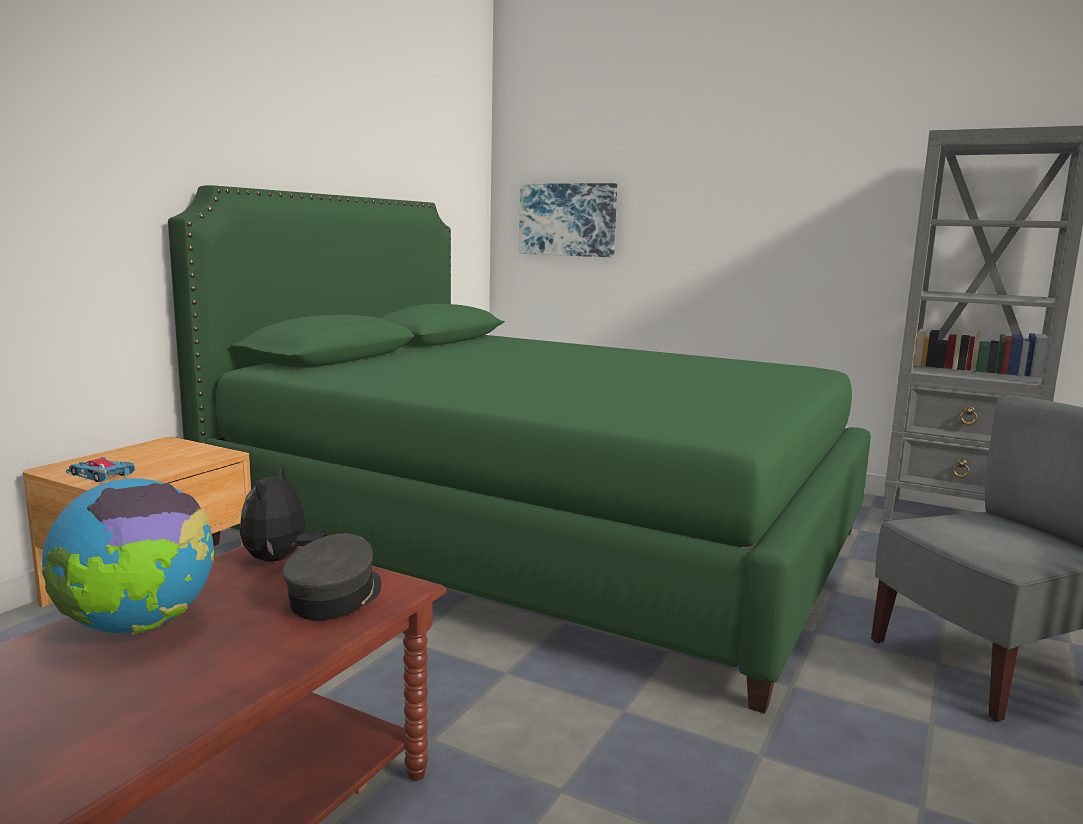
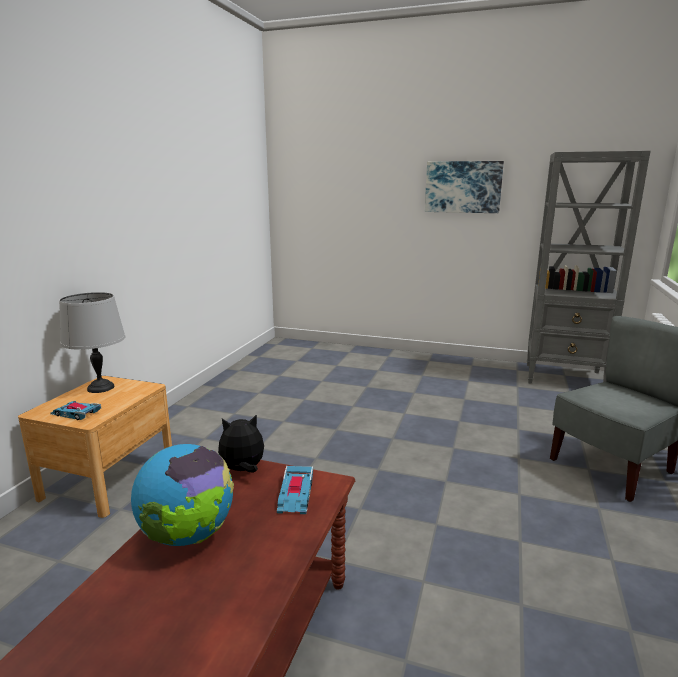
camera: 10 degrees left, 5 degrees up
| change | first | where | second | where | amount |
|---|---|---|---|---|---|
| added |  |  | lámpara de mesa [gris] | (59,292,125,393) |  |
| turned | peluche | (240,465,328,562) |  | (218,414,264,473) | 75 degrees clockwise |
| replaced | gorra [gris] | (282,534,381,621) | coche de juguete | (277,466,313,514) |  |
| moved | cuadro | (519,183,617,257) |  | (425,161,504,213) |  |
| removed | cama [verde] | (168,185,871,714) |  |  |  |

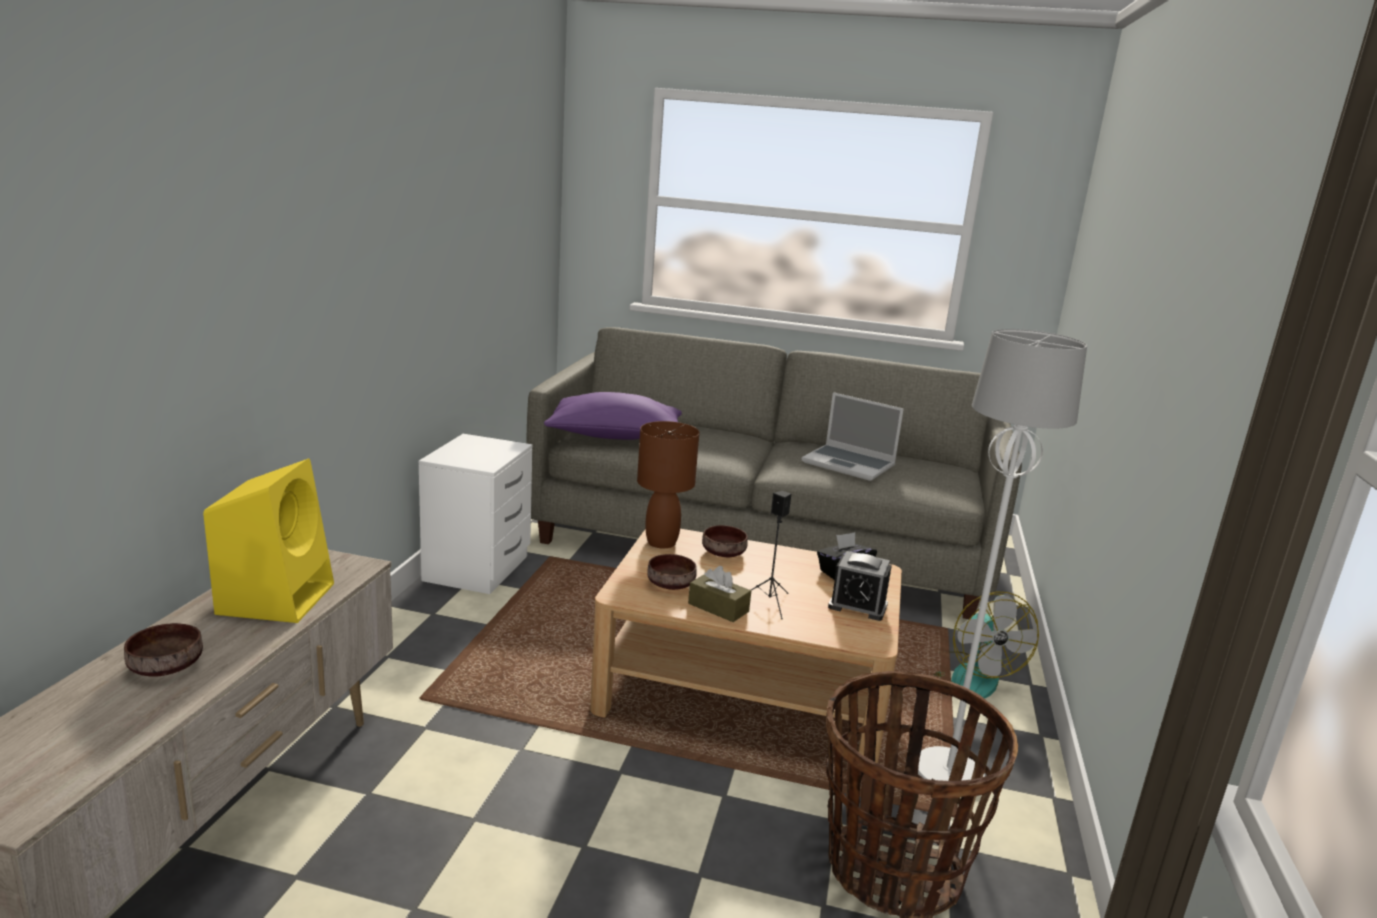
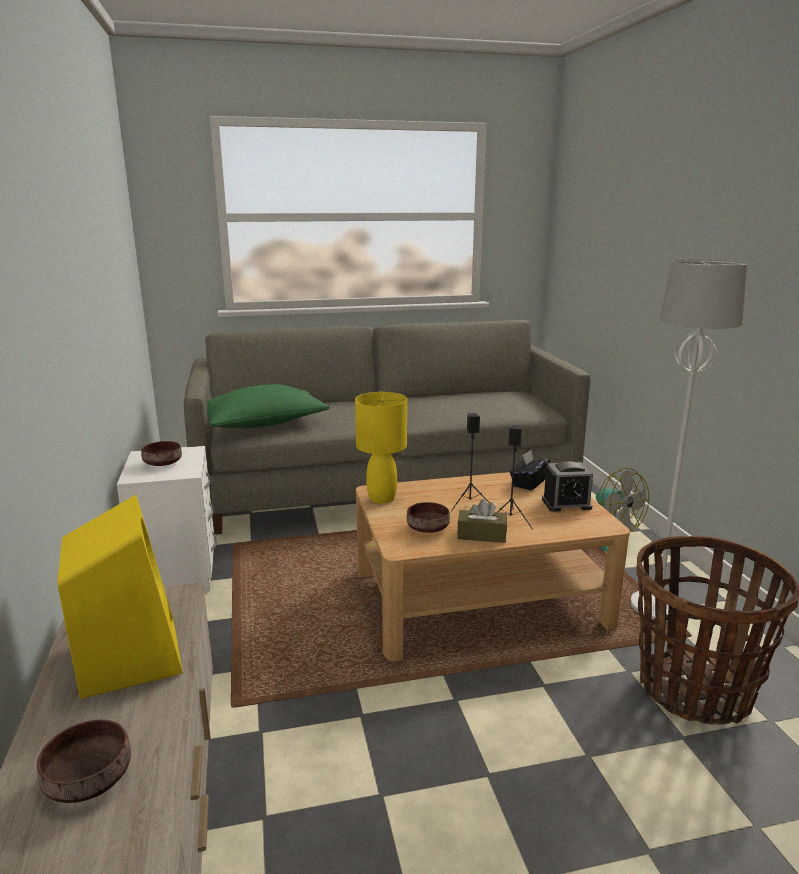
camera: 25 degrees left, 0 degrees up
| change | first | where | second | where | amount |
|---|---|---|---|---|---|
| moved | cuenco [marrón] | (702,525,748,557) |  | (141,441,182,466) |  |
| recoloured | cojín [morado] | (544,392,682,440) | cojín [verde] | (207,384,330,428) |  |
| recoloured | lámpara de mesa [marrón] | (637,421,699,549) | lámpara de mesa [amarillo] | (355,392,407,504) |  |
| added |  |  | altavoz [negro] | (451,413,490,511) |  |
| removed | portátil | (801,392,904,481) |  |  |  |

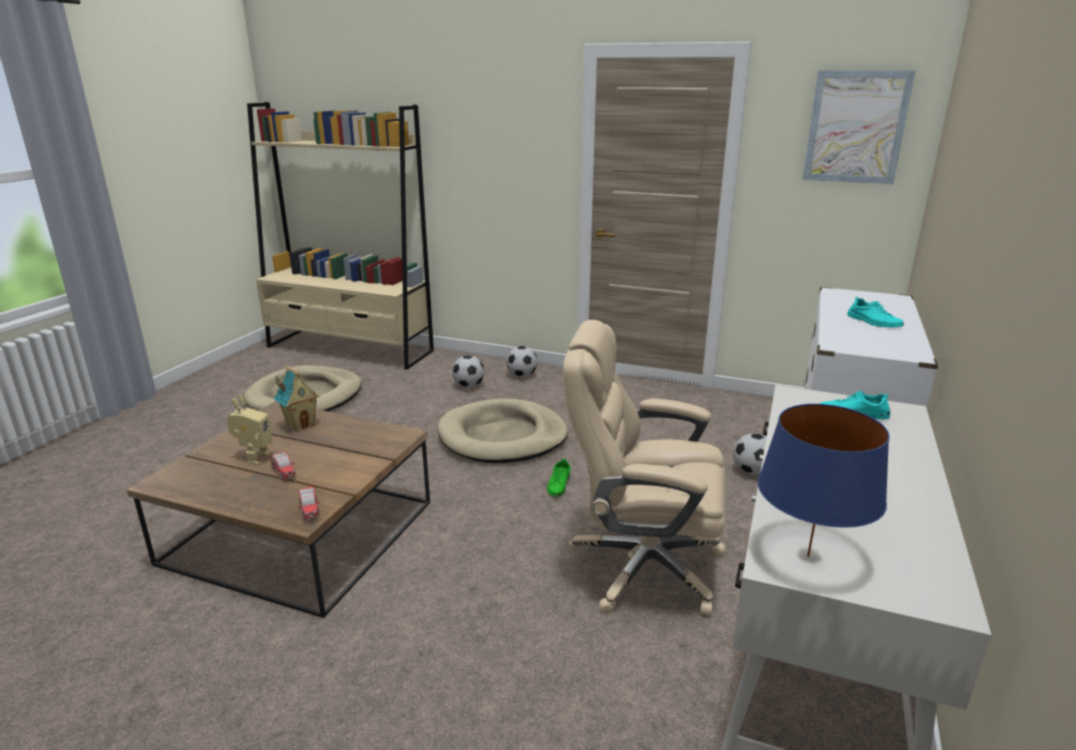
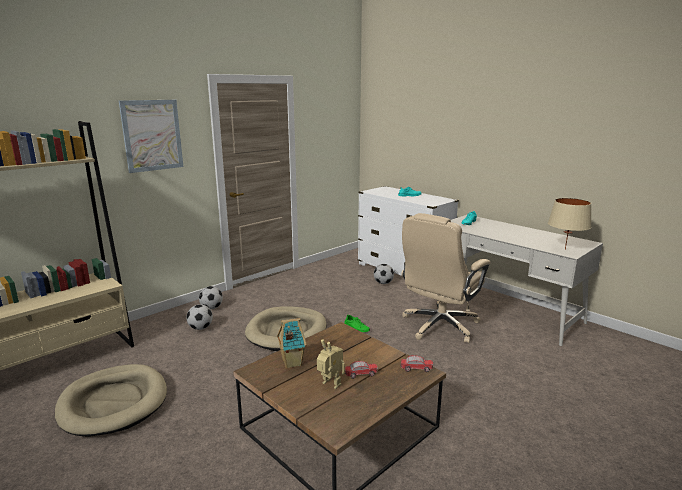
camera: 65 degrees left, 5 degrees down
| change | first | where | second | where | amount |
|---|---|---|---|---|---|
| moved | cuadro | (802,70,916,184) |  | (119,100,183,173) |  |
| recoloured | lámpara de mesa [azul] | (758,404,890,557) | lámpara de mesa [beis] | (548,198,591,250) |  |

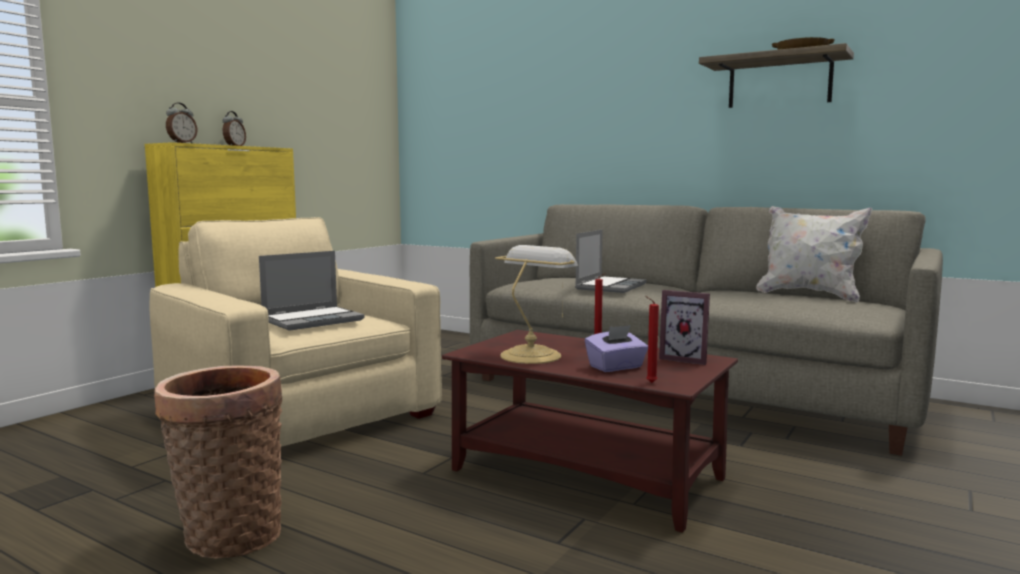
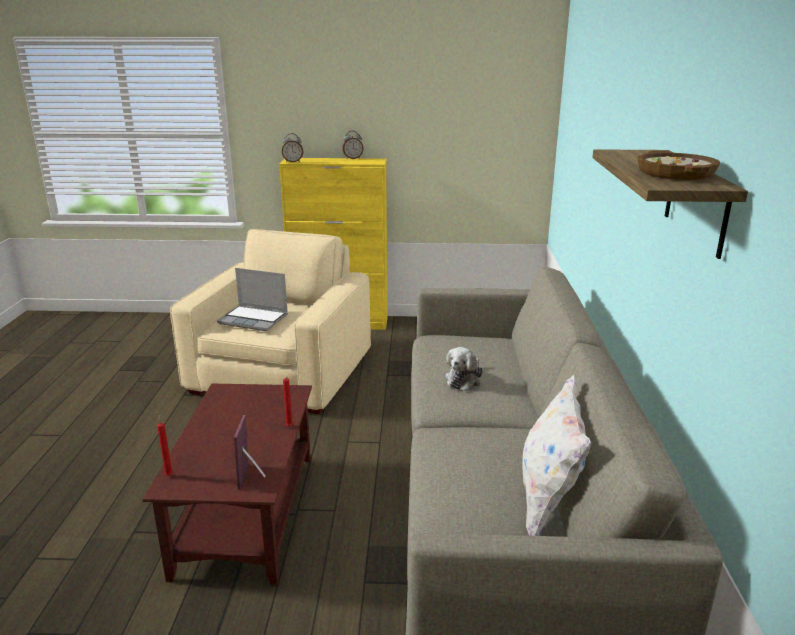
camera: 60 degrees right, 15 degrees up
| change | first | where | second | where | amount |
|---|---|---|---|---|---|
| replaced | portátil | (575,229,647,293) | peluche | (446,347,483,391) |  |
| removed | cesta | (154,366,282,559) |  |  |  |
| removed | lámpara de mesa | (495,245,578,364) |  |  |  |
| removed | caja de pañuelos [morado] | (585,325,648,372) |  |  |  |

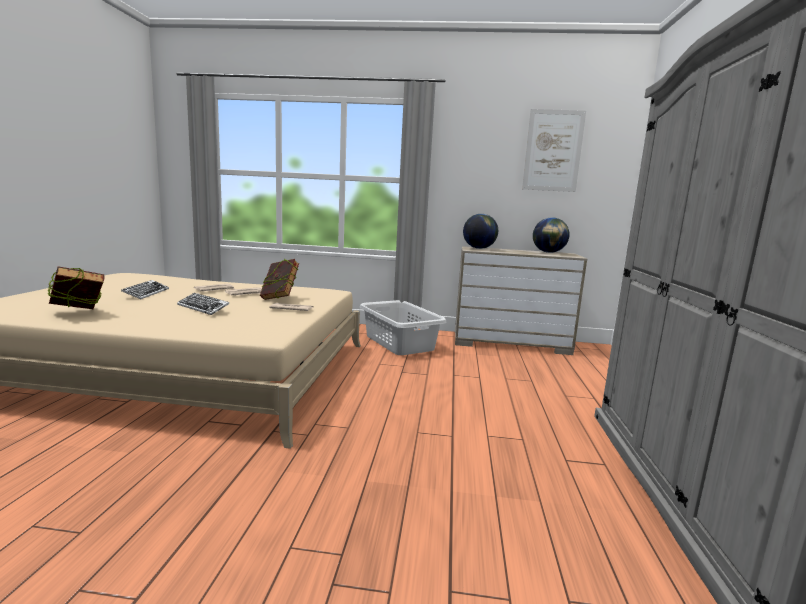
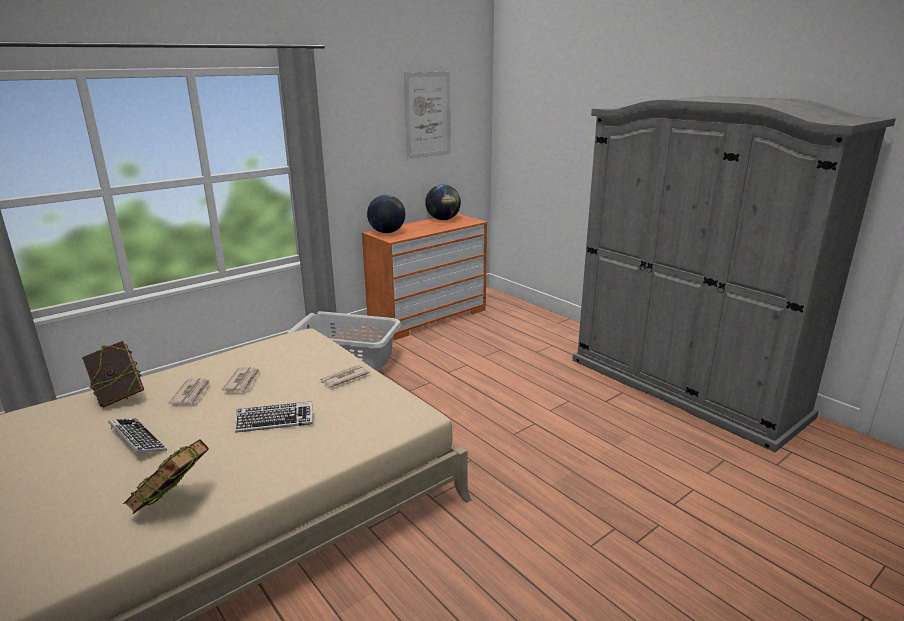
camera: 45 degrees left, 10 degrees up
| change | first | where | second | where | amount |
|---|---|---|---|---|---|
| moved | libro | (260,259,299,300) |  | (82,341,144,407) |  |
| recoloured | cómoda [beis] | (455,246,587,355) | cómoda [naranja] | (362,214,487,340) |  |

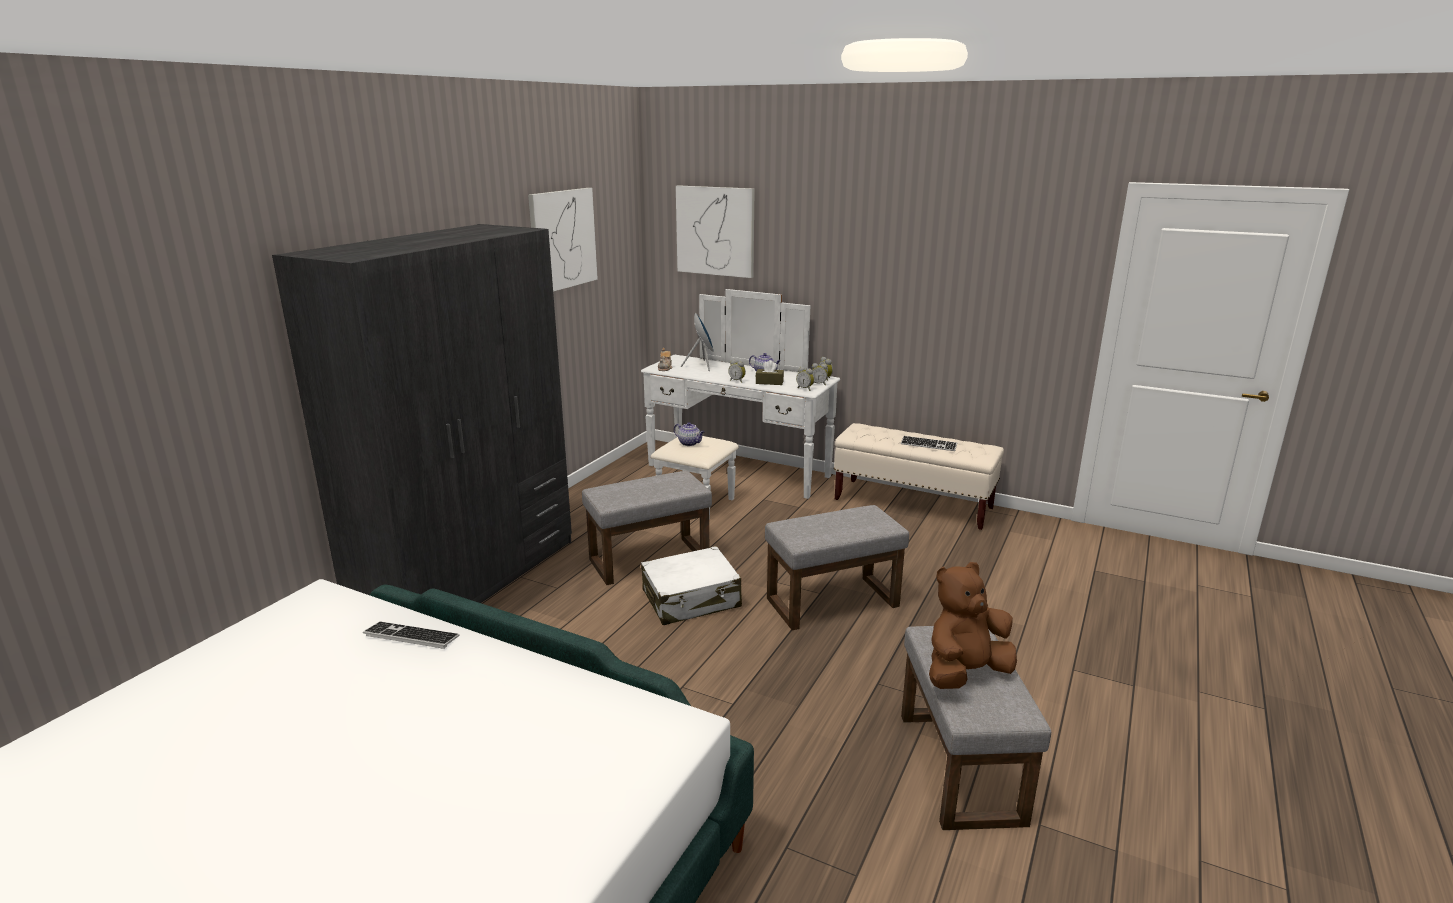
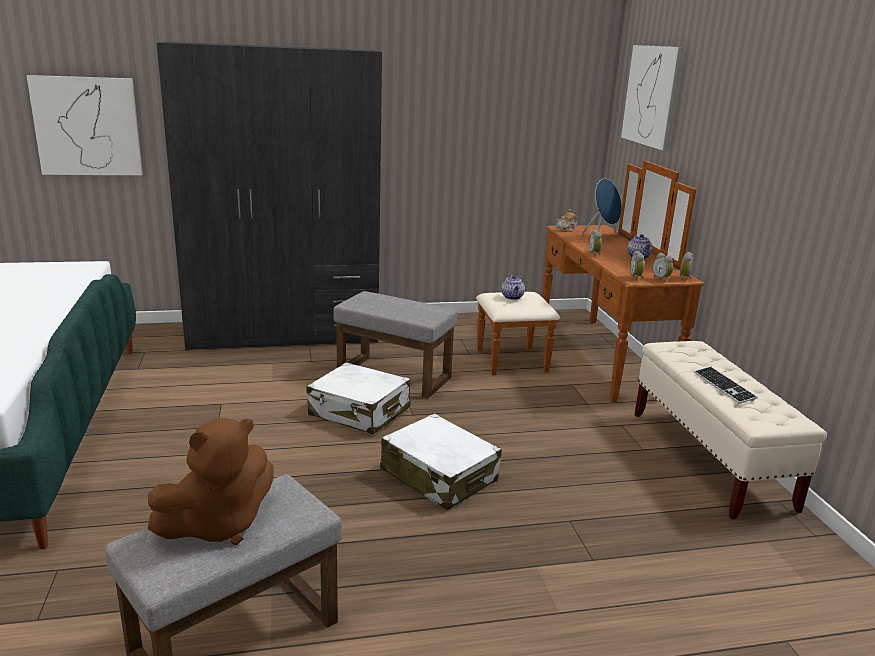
camera: 50 degrees right, 0 degrees up
| change | first | where | second | where | amount |
|---|---|---|---|---|---|
| moved | cuadro | (528,188,598,292) |  | (26,75,143,175) |  |
| turned | peluche [marrón] | (929,562,1017,689) |  | (147,418,274,545) | 120 degrees clockwise |
| replaced | puf [gris] | (765,505,909,630) | maleta [blanco] | (380,413,502,510) |  |
| recoloured | cómoda [blanco] | (641,289,840,520) | cómoda [marrón] | (476,161,704,403) |  |
| removed | teclado | (363,621,460,649) |  |  |  |
| removed | caja de pañuelos [marrón] | (756,360,784,385) |  |  |  |

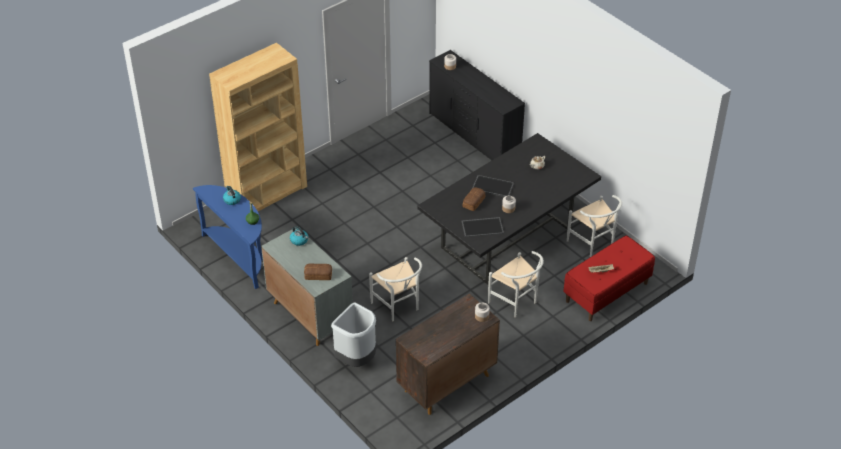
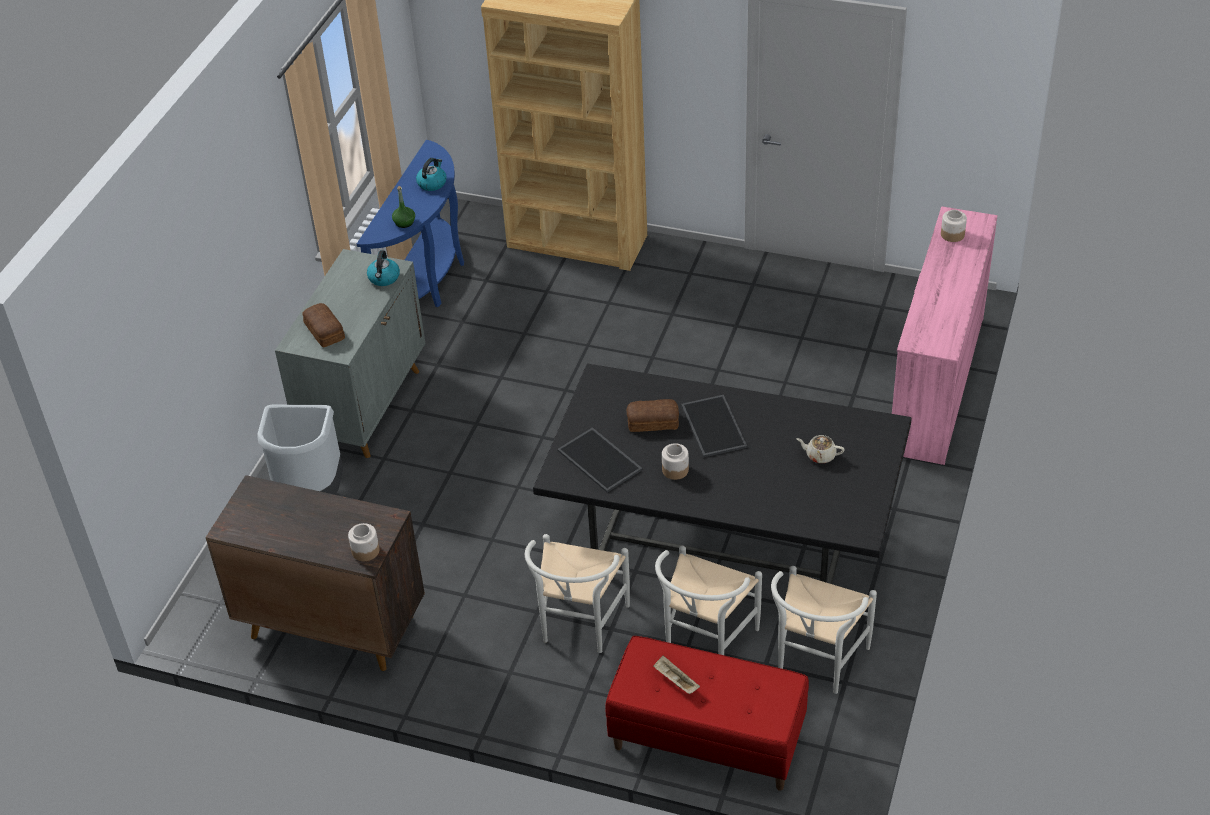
camera: 60 degrees right, 0 degrees up
| change | first | where | second | where | amount |
|---|---|---|---|---|---|
| moved | silla [blanco] | (369,257,422,321) |  | (655,546,762,655) |  |
| recoloured | cómoda [negro] | (429,50,525,160) | cómoda [rosa] | (892,206,998,465) |  |

